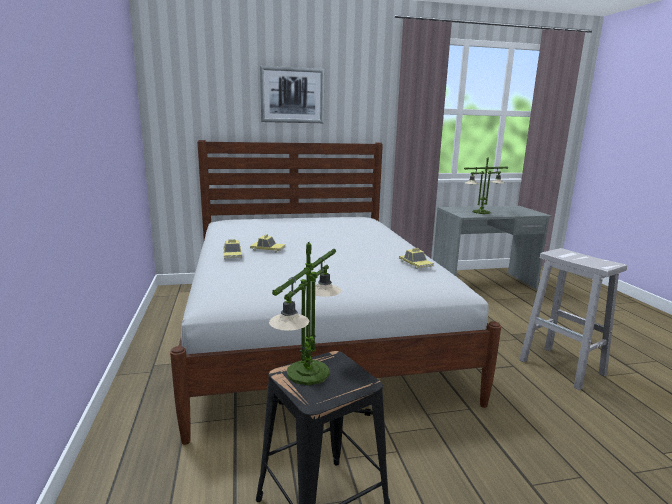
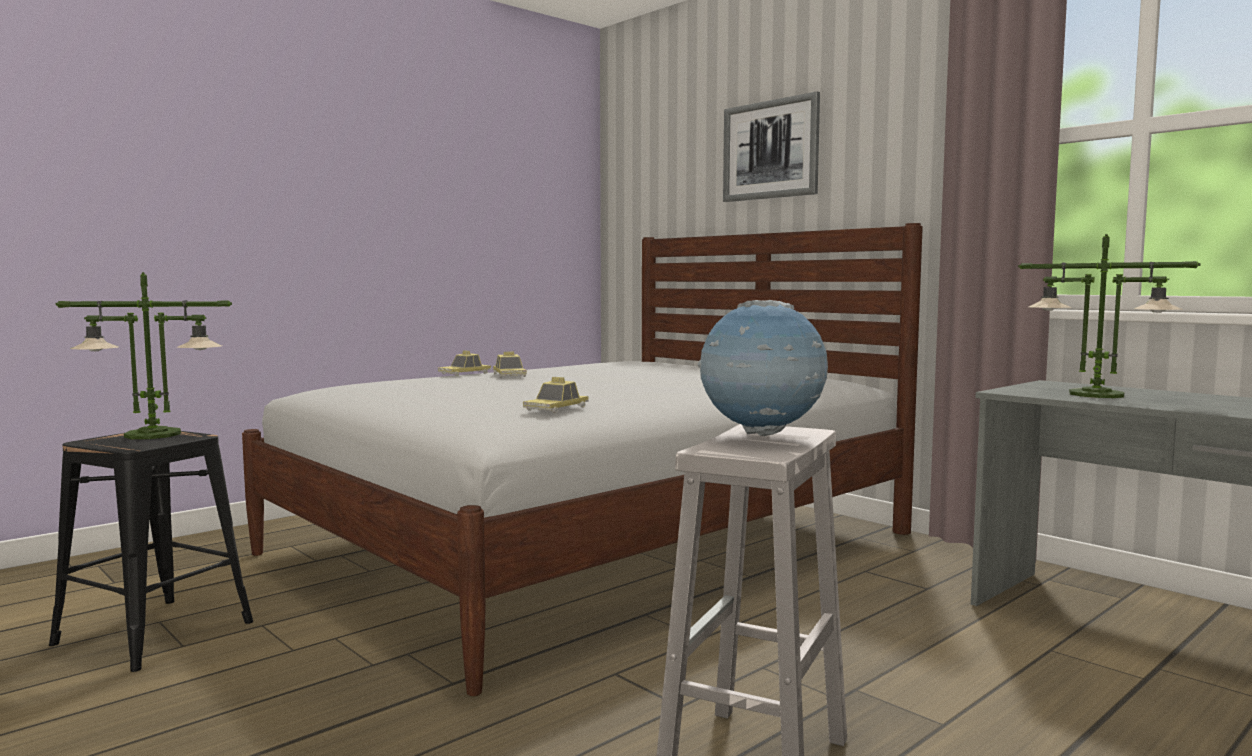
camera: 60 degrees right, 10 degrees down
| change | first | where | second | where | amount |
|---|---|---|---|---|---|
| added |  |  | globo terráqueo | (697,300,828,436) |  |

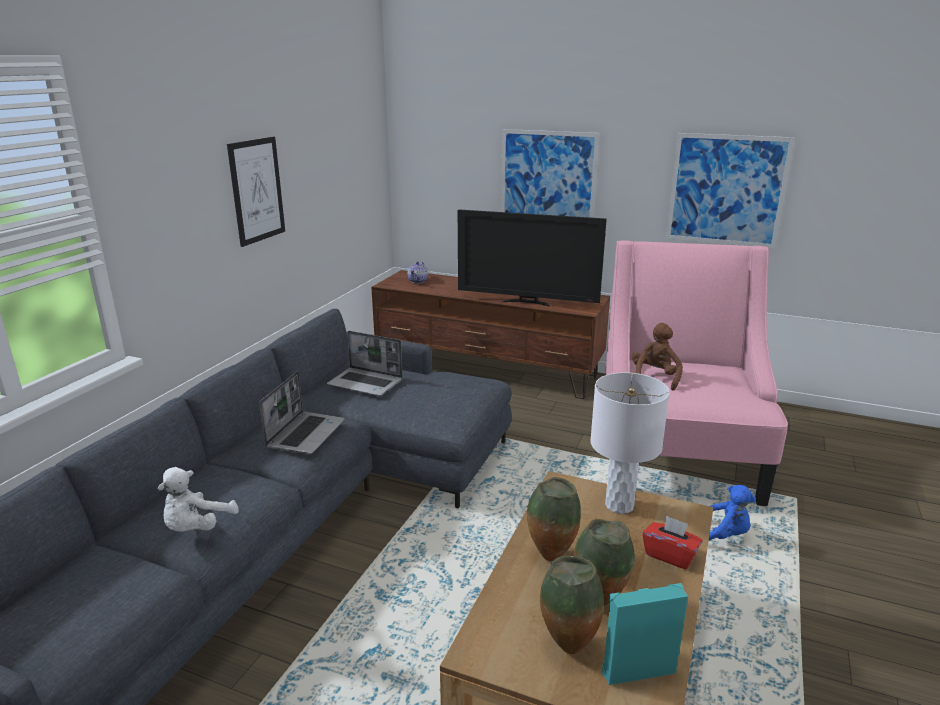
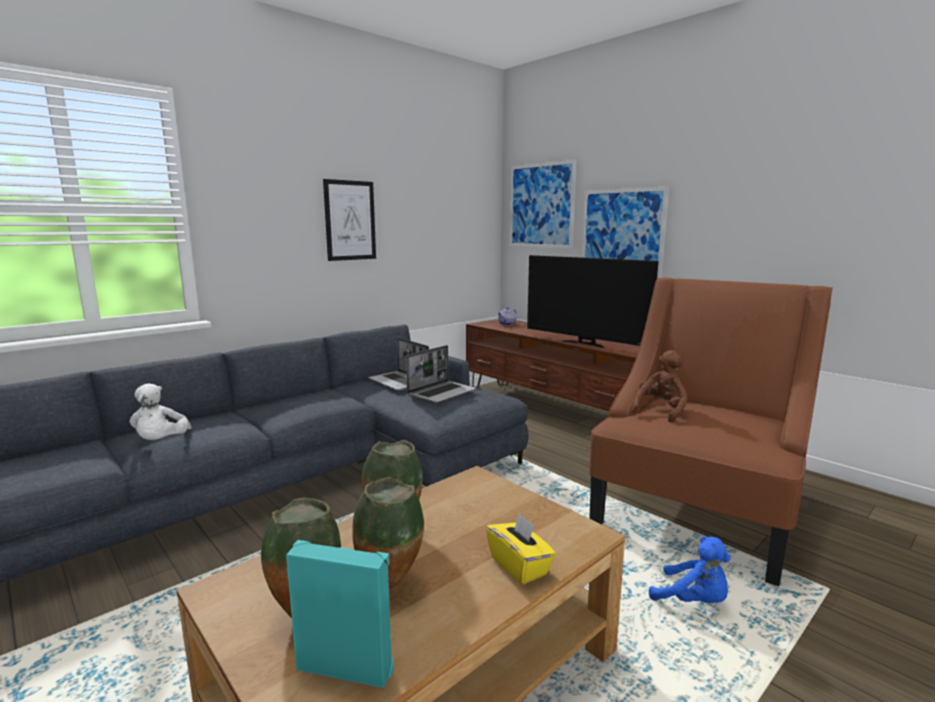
camera: 25 degrees right, 10 degrees down
| change | first | where | second | where | amount |
|---|---|---|---|---|---|
| turned | peluche [blanco] | (158,467,239,532) |  | (129,383,191,440) | 60 degrees counterclockwise |
| moved | portátil | (259,371,345,454) |  | (406,345,476,403) |  |
| recoloured | caja de pañuelos [rojo] | (642,515,703,569) | caja de pañuelos [amarillo] | (486,513,556,584) |  |
| moved | cuadro | (666,133,795,249) |  | (510,160,576,248) |  |
| recoloured | sillón [rosa] | (605,240,788,506) | sillón [marrón] | (589,278,832,586) |  |
| removed | lámpara de mesa [blanco] | (590,372,670,514) |  |  |  |

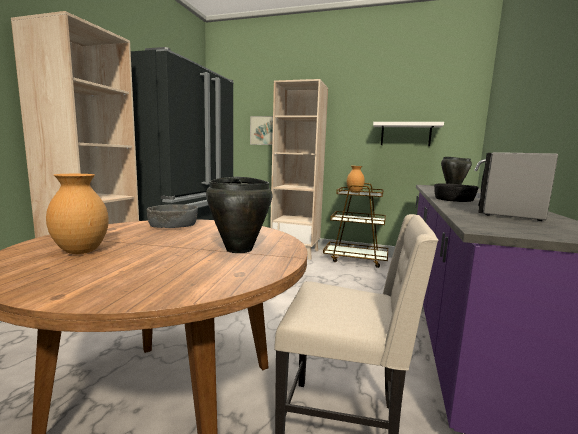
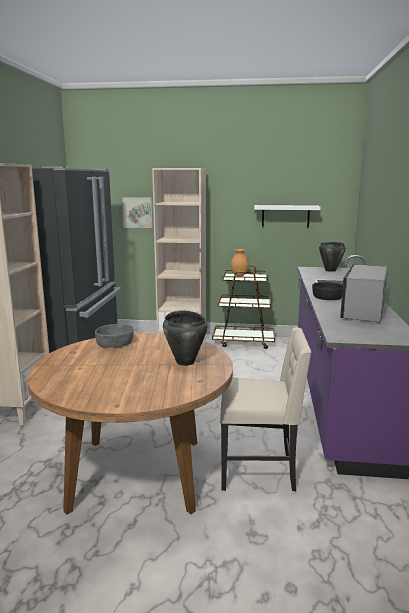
camera: 10 degrees left, 5 degrees up
| change | first | where | second | where | amount |
|---|---|---|---|---|---|
| removed | florero [marrón] | (46,174,109,254) |  |  |  |

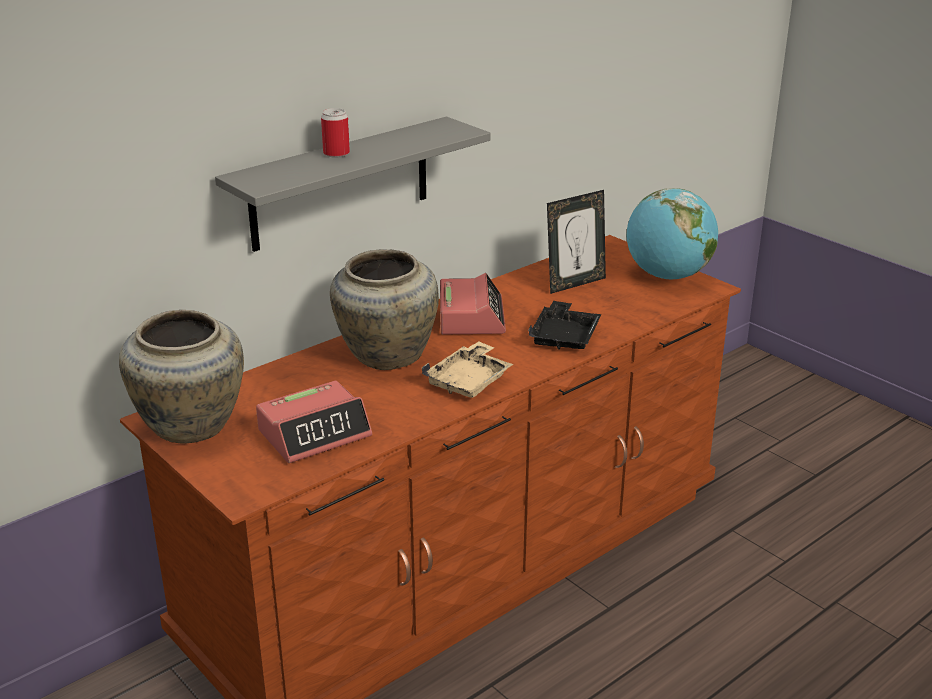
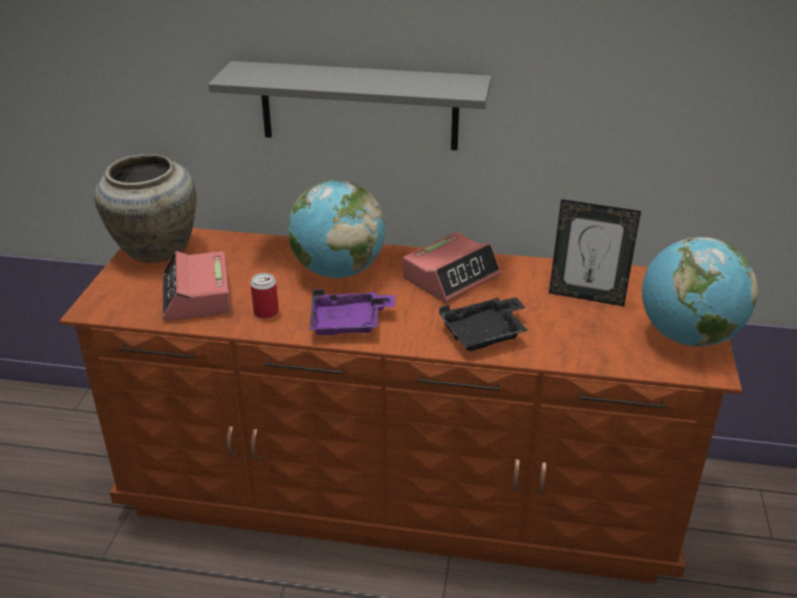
camera: 50 degrees right, 5 degrees up
| change | first | where | second | where | amount |
|---|---|---|---|---|---|
| turned | despertador | (256,381,372,463) |  | (162,251,232,321) | 60 degrees clockwise |
| moved | lata | (321,108,350,158) |  | (250,273,279,319) |  |
| replaced | florero [beis] | (330,250,439,370) | globo terráqueo | (288,180,385,278) |  |
| recoloured | bandeja [beis] | (422,341,513,398) | bandeja [morado] | (309,289,395,335) |  |

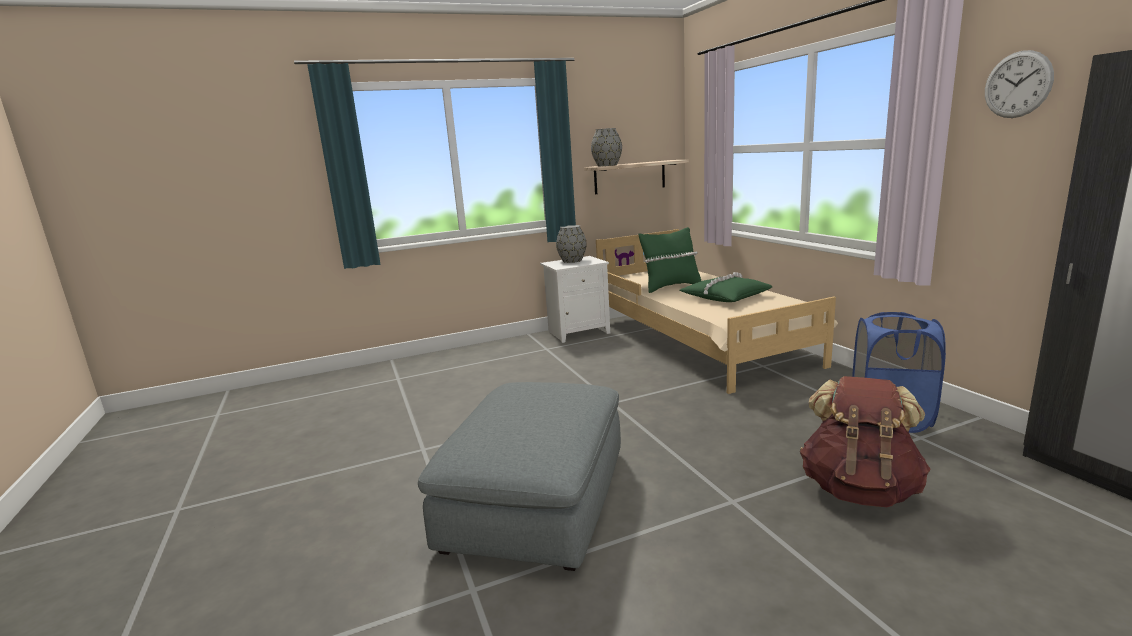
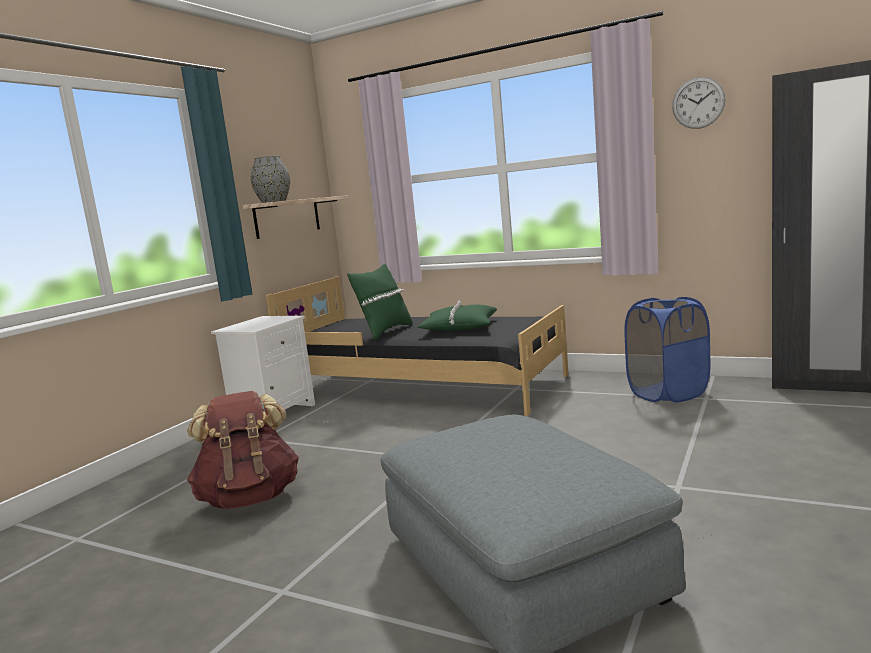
camera: 40 degrees left, 5 degrees down
| change | first | where | second | where | amount |
|---|---|---|---|---|---|
| moved | mochila [marrón] | (800,376,931,507) |  | (187,391,299,509) |  |
| recoloured | cama [beis] | (596,229,838,394) | cama [negro] | (266,276,569,417) |  |
| removed | florero [gris] | (556,225,587,263) |  |  |  |

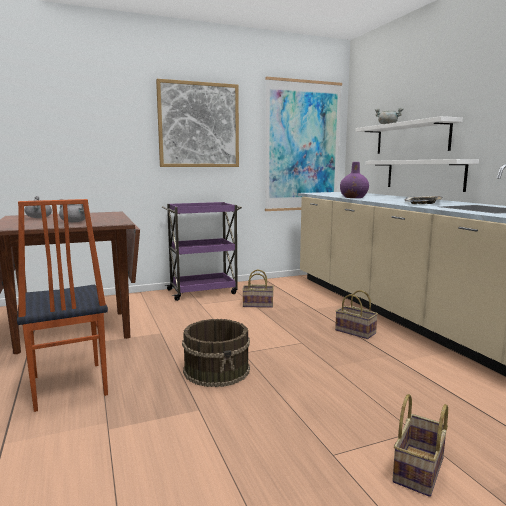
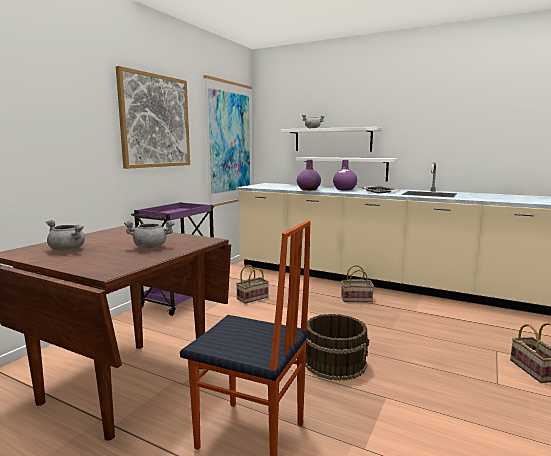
camera: 40 degrees left, 0 degrees up
| change | first | where | second | where | amount |
|---|---|---|---|---|---|
| added |  |  | florero [morado] | (333,160,357,190) |  |

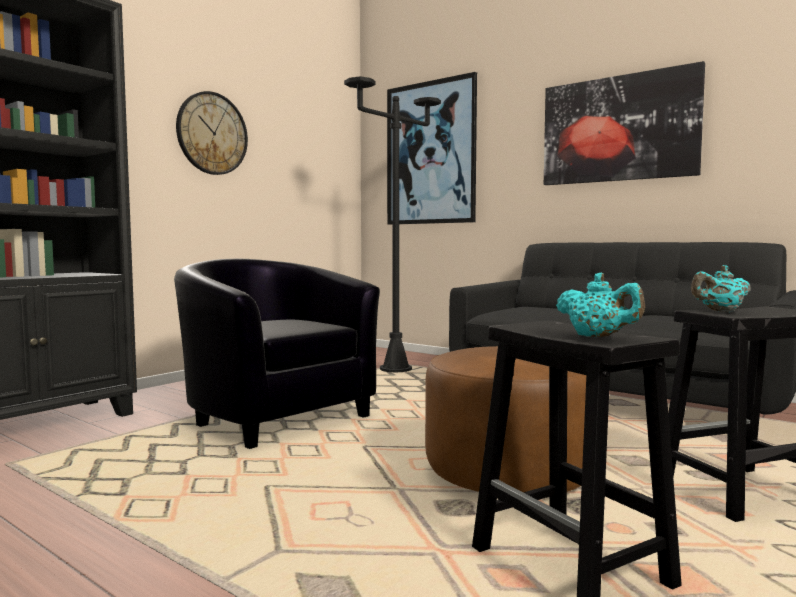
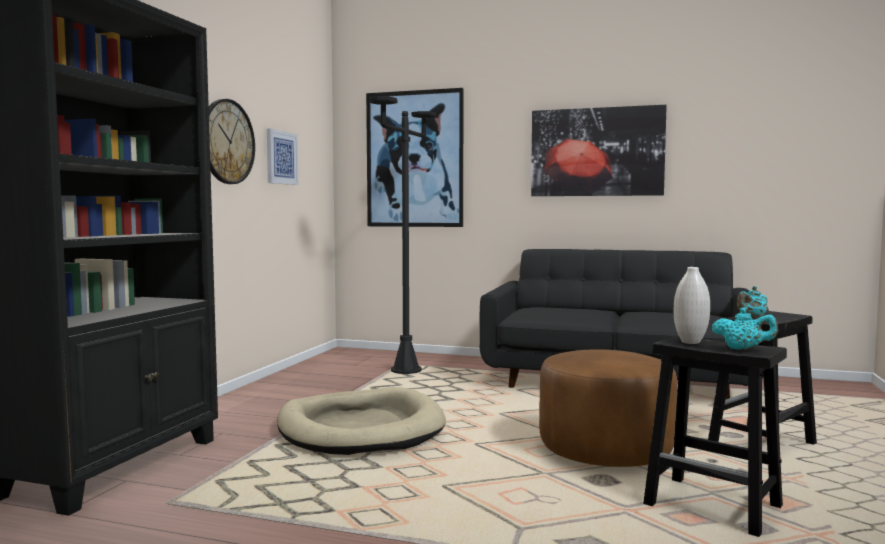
camera: 20 degrees left, 0 degrees up
| change | first | where | second | where | amount |
|---|---|---|---|---|---|
| added |  |  | cuadro | (267,129,299,185) |  |
| replaced | sillón [negro] | (174,259,380,449) | cama para perro [beis] | (277,387,446,455) |  |
| added |  |  | florero [blanco] | (674,267,710,344) |  |

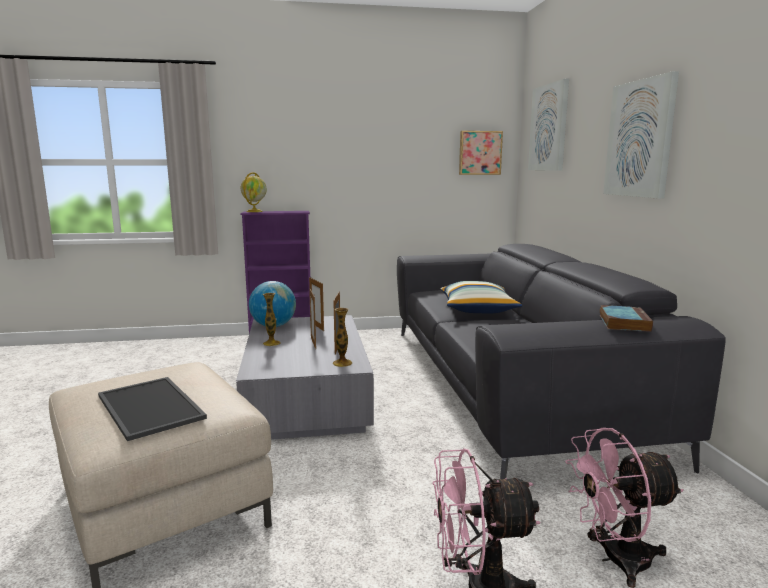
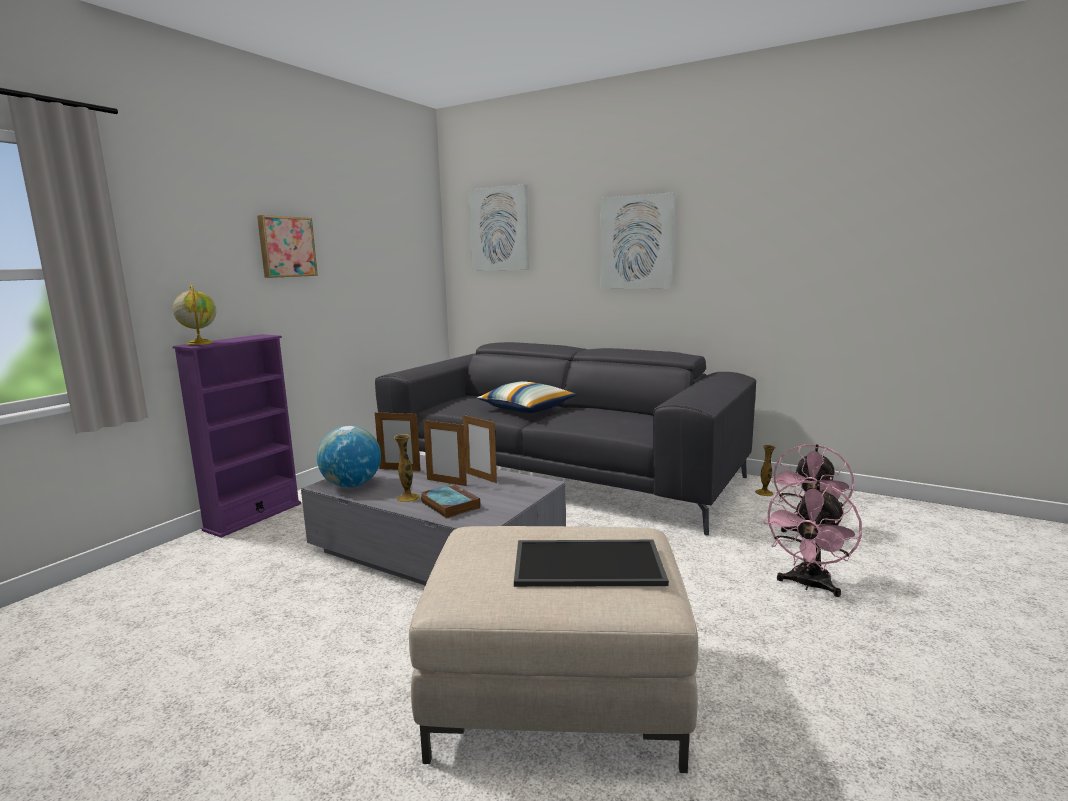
camera: 50 degrees left, 0 degrees up
| change | first | where | second | where | amount |
|---|---|---|---|---|---|
| moved | cuadro | (459,131,503,175) |  | (257,215,318,278) |  |
| moved | libro | (600,305,653,332) |  | (421,484,480,519) |  |
| moved | florero | (333,308,352,367) |  | (755,445,776,496) |  |

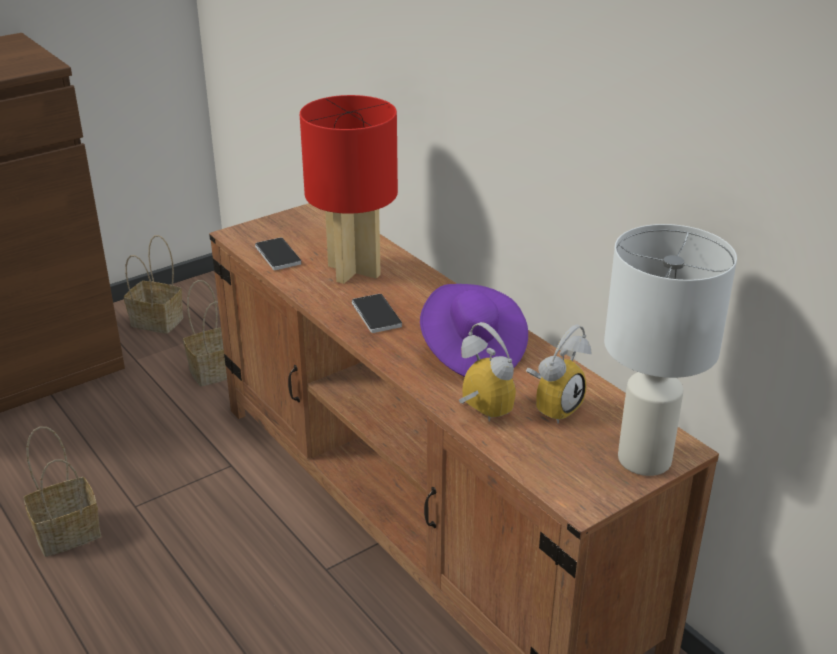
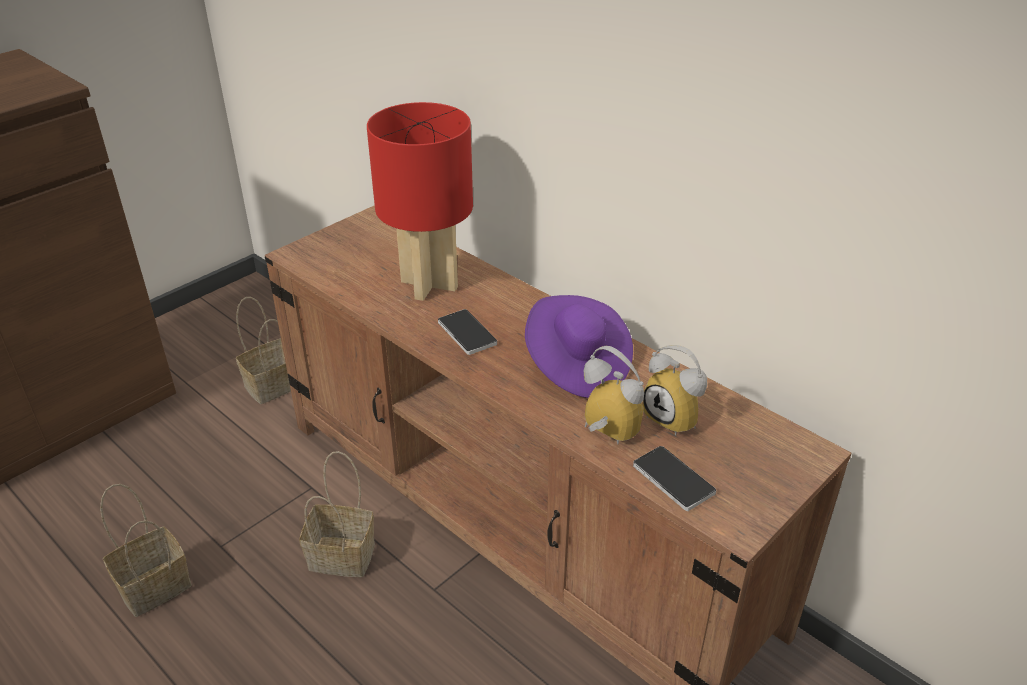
camera: 10 degrees left, 5 degrees up
| change | first | where | second | where | amount |
|---|---|---|---|---|---|
| moved | cesta | (124,235,183,334) |  | (299,451,375,577) |  |
| moved | móvil | (255,237,301,270) |  | (633,446,716,511) |  |
| turned | despertador | (526,324,592,424) |  | (643,345,707,436) | 105 degrees clockwise |
| removed | lámpara de mesa [blanco] | (604,224,737,476) |  |  |  |

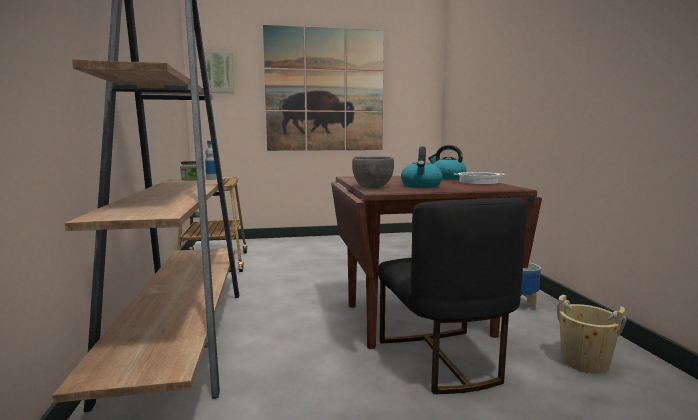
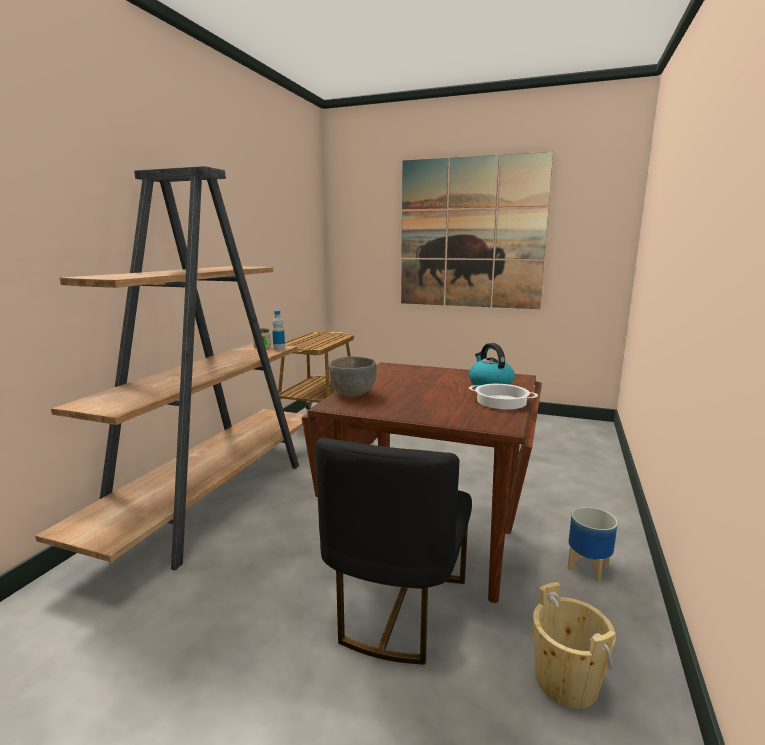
camera: 30 degrees right, 5 degrees up
| change | first | where | second | where | amount |
|---|---|---|---|---|---|
| removed | cuadro | (204,51,234,93) |  |  |  |
| removed | hervidor | (401,147,443,188) |  |  |  |

